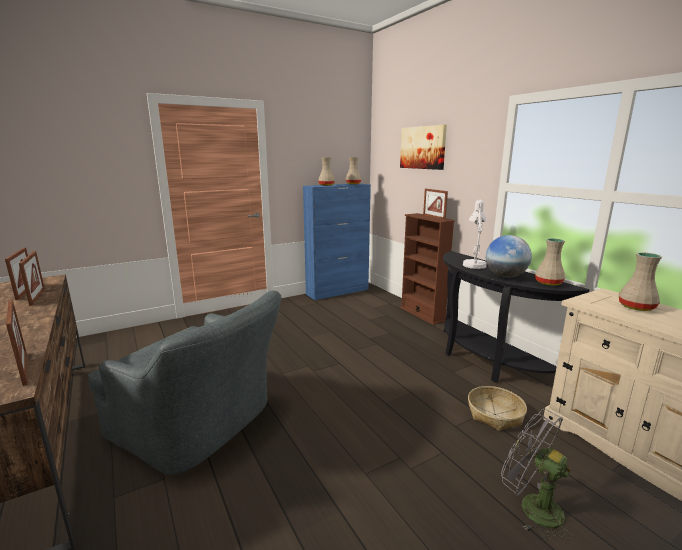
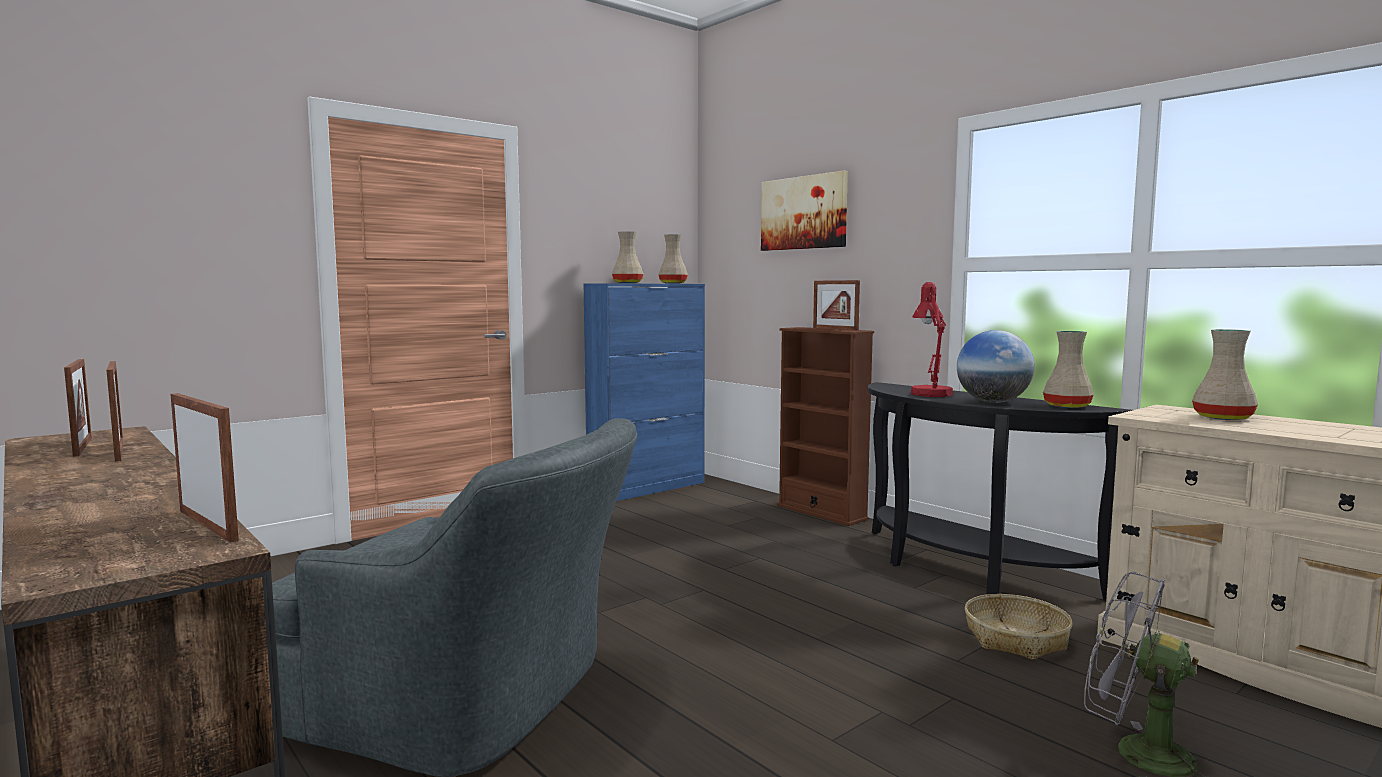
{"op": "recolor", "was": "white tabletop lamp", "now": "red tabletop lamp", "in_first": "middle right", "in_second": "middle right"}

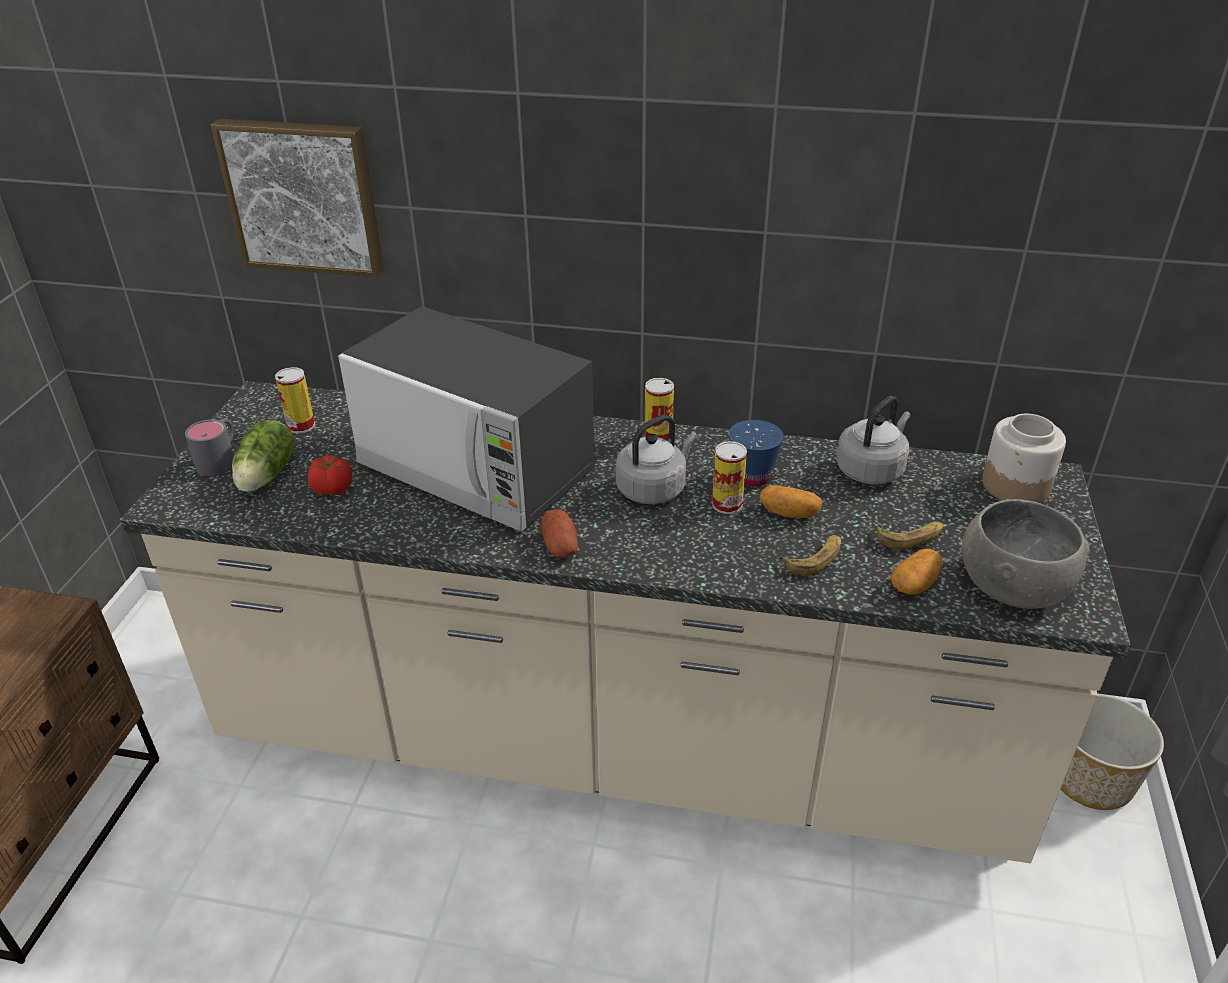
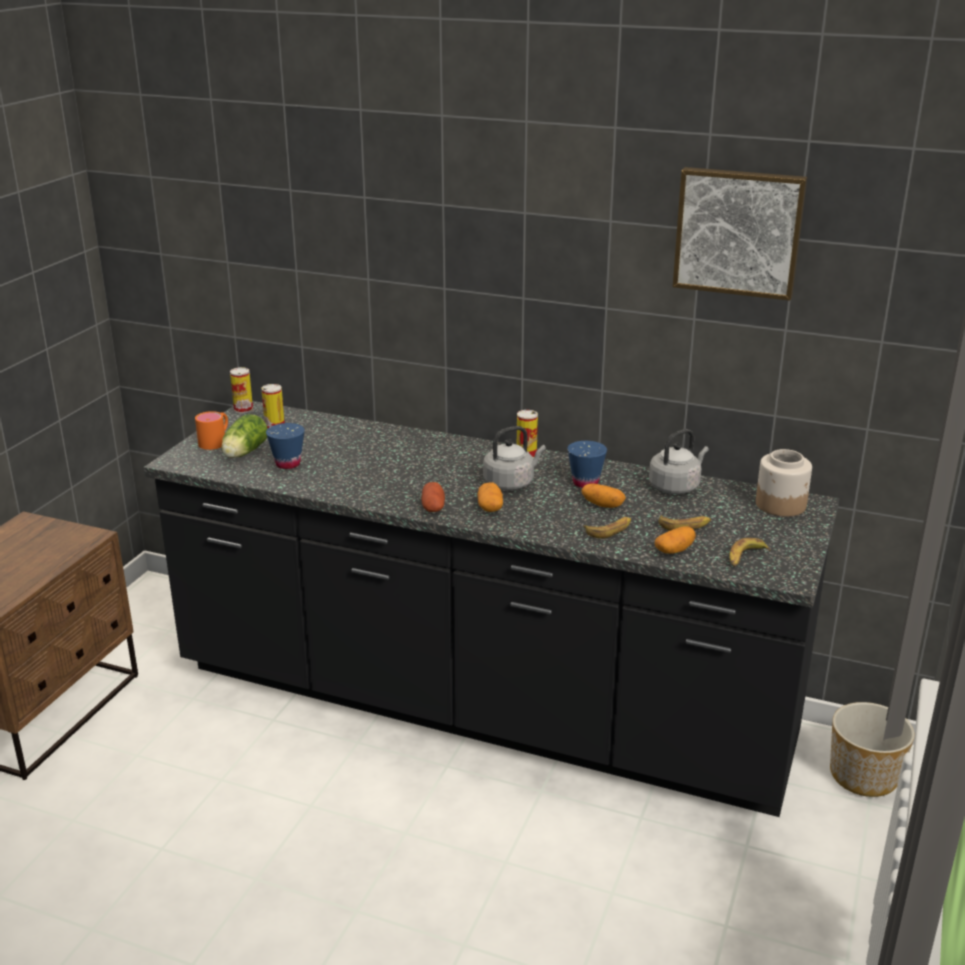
{"op": "delete", "was": "microwave", "in_first": "centre"}
{"op": "insert", "now": "spud (2nd from left)", "in_second": "centre"}
{"op": "move", "was": "picture", "in_first": "top left", "in_second": "top right"}
{"op": "move", "was": "metal can (3rd from left in the first image)", "now": "metal can (1st from left)", "in_first": "centre", "in_second": "middle left"}
{"op": "replace", "was": "tomato", "now": "blue-coloured drinking cup (1st from left)", "in_first": "middle left", "in_second": "middle left"}
{"op": "replace", "was": "grey serving bowl", "now": "banana (3rd from left)", "in_first": "middle right", "in_second": "middle right"}
{"op": "recolor", "was": "beige-coloured kitchen counter", "now": "blackish kitchen counter", "in_first": "centre", "in_second": "centre"}
{"op": "recolor", "was": "grey mug", "now": "orange mug", "in_first": "middle left", "in_second": "middle left"}

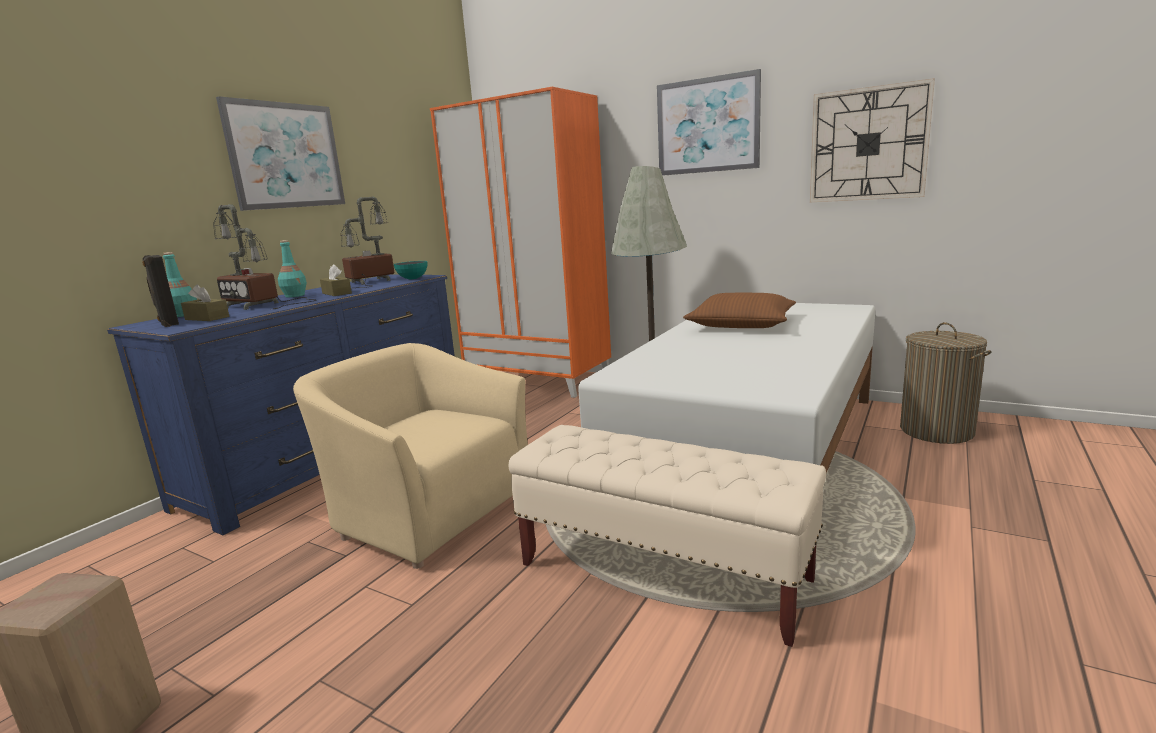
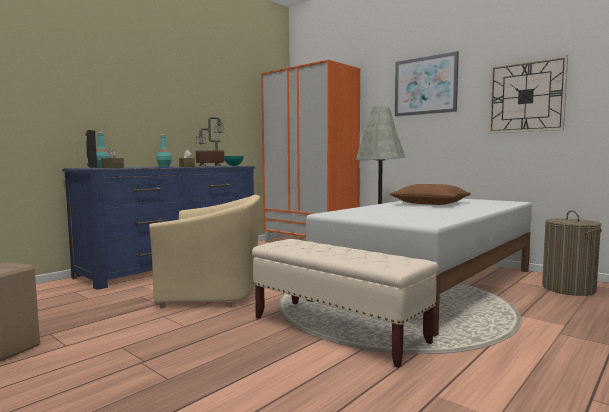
{"op": "delete", "was": "tabletop lamp (1st from left)", "in_first": "middle left"}
{"op": "delete", "was": "picture (1st from left)", "in_first": "top left"}
{"op": "rotate", "was": "beige-coloured armchair", "in_first": "centre", "in_second": "centre", "clockwise": 135}

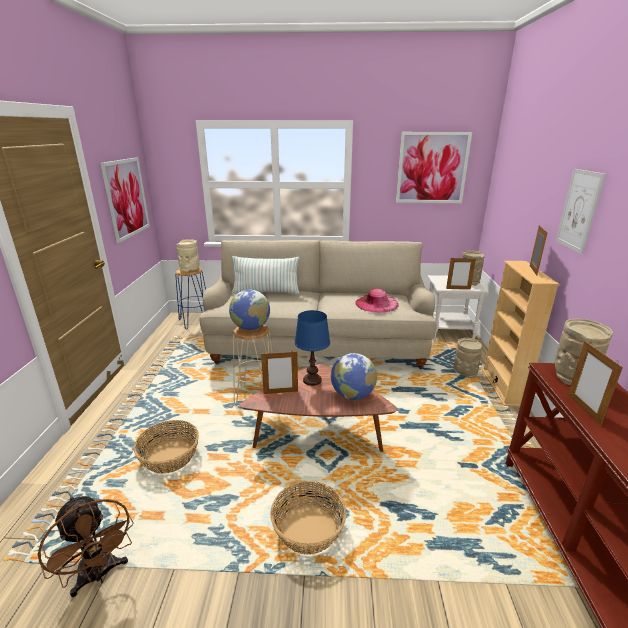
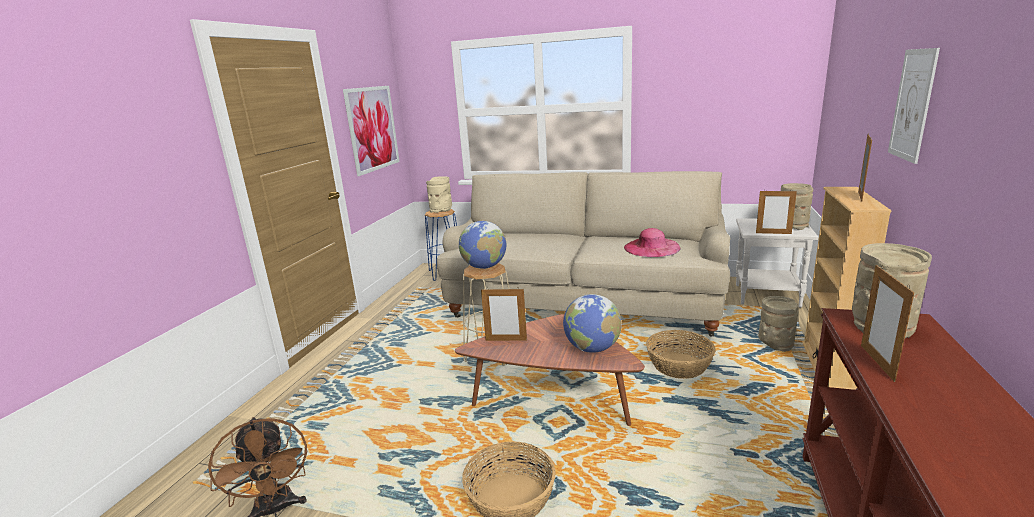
{"op": "delete", "was": "cushion", "in_first": "centre"}
{"op": "delete", "was": "blue-coloured tabletop lamp", "in_first": "centre"}
{"op": "delete", "was": "picture (2nd from left)", "in_first": "top right"}
{"op": "move", "was": "storage basket (1st from left in the first image)", "now": "storage basket (2nd from left)", "in_first": "bottom left", "in_second": "bottom centre"}

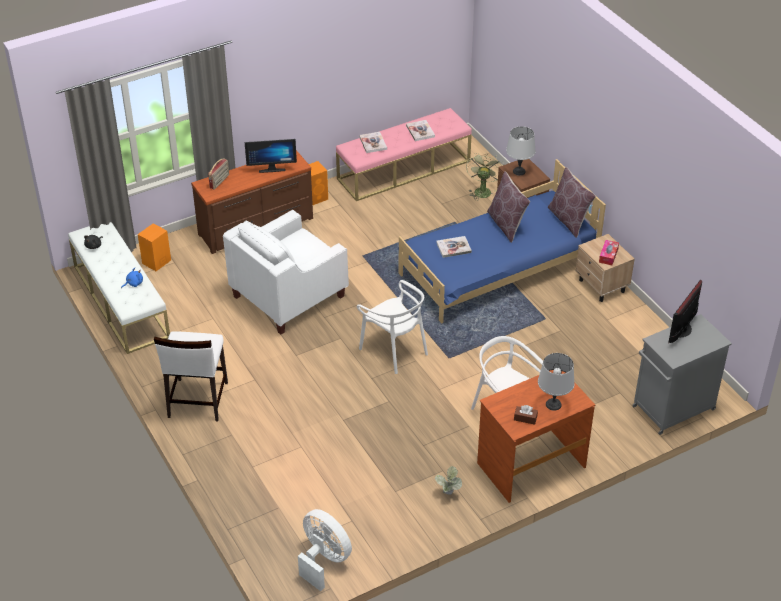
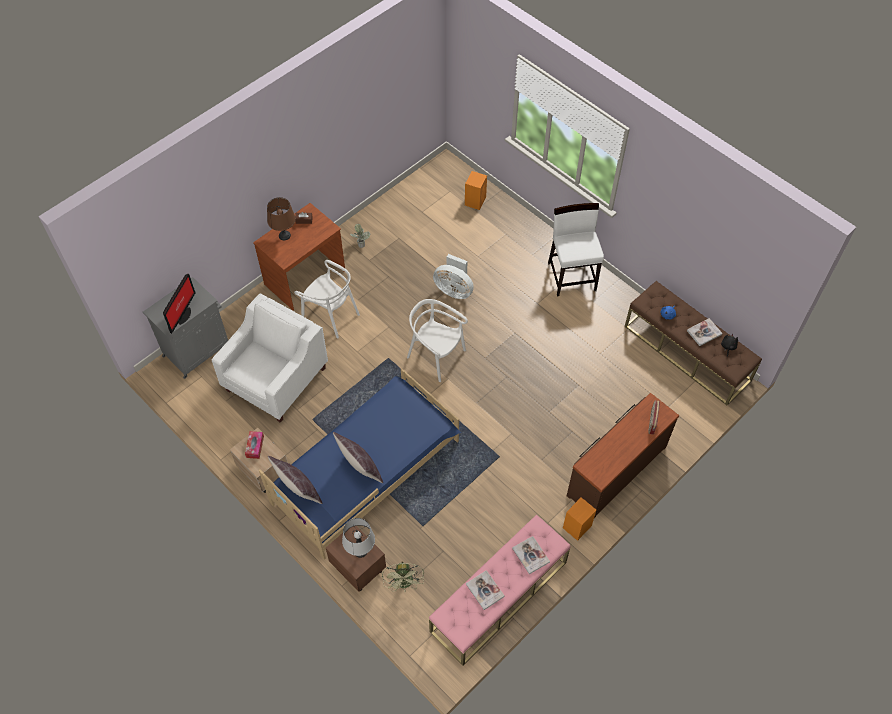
{"op": "delete", "was": "computer display (1st from left)", "in_first": "top centre"}
{"op": "move", "was": "orange audio speaker (1st from left)", "in_first": "middle left", "in_second": "top centre"}
{"op": "move", "was": "white armchair", "in_first": "centre", "in_second": "middle left"}
{"op": "move", "was": "white electric fan", "in_first": "bottom centre", "in_second": "centre"}
{"op": "move", "was": "volume (3rd from left)", "in_first": "centre", "in_second": "middle right"}
{"op": "recolor", "was": "white bench", "now": "brown bench", "in_first": "middle left", "in_second": "middle right"}
{"op": "recolor", "was": "grey tabletop lamp (2nd from left)", "now": "brown tabletop lamp", "in_first": "middle right", "in_second": "top left"}

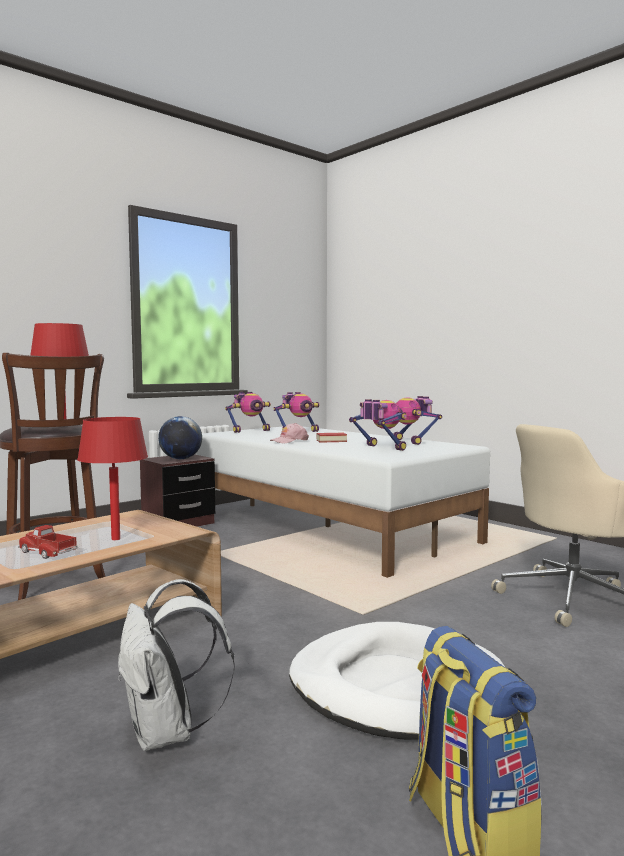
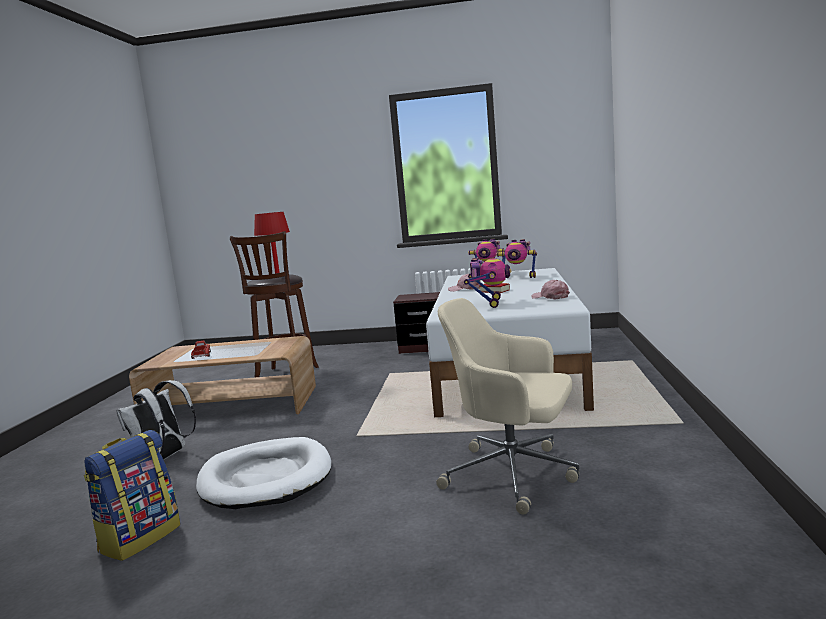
{"op": "delete", "was": "red tabletop lamp (2nd from left)", "in_first": "middle left"}
{"op": "delete", "was": "desk globe", "in_first": "middle left"}
{"op": "replace", "was": "toy robot (4th from left)", "now": "pinkish baseball cap (2nd from left)", "in_first": "middle right", "in_second": "centre"}

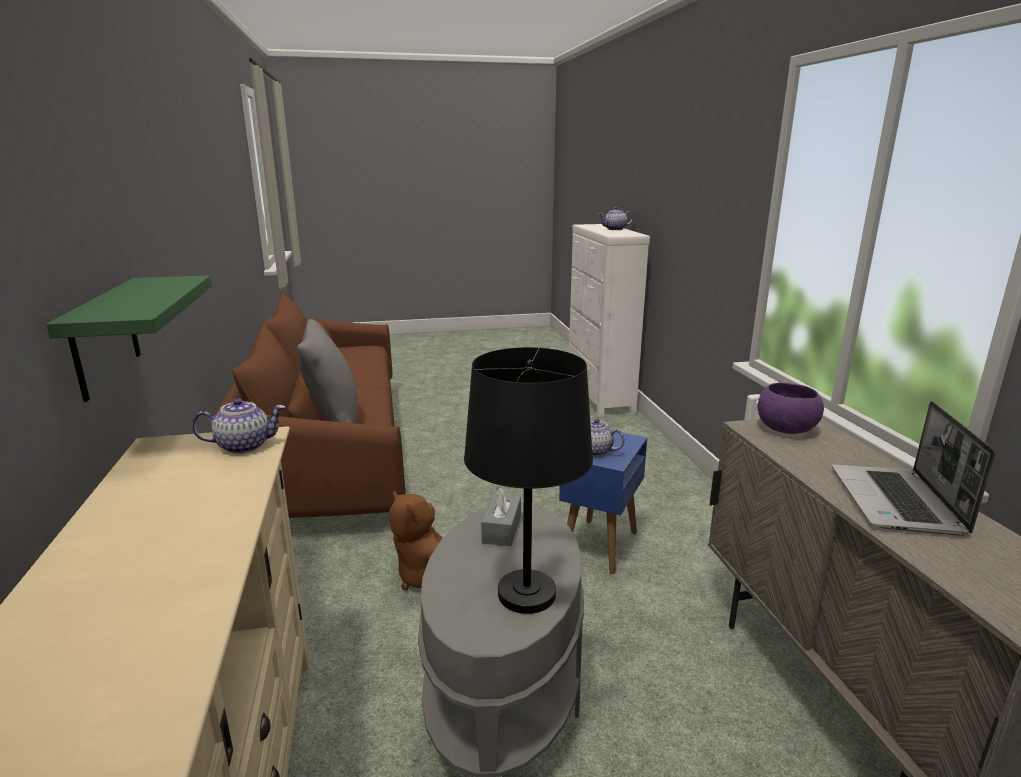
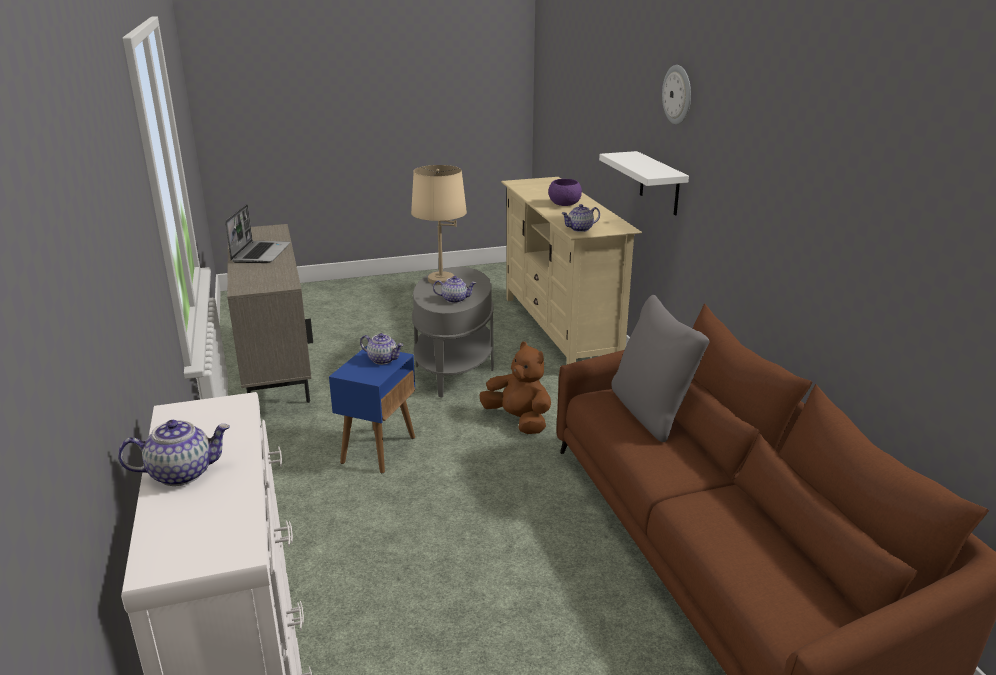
{"op": "insert", "now": "hanging clock", "in_second": "top right"}
{"op": "move", "was": "purple-coloured serving bowl", "in_first": "middle right", "in_second": "top centre"}
{"op": "replace", "was": "grey tissue holder", "now": "tea pot (3rd from left)", "in_first": "centre", "in_second": "centre"}
{"op": "recolor", "was": "green-coloured wall shelf", "now": "white wall shelf", "in_first": "middle left", "in_second": "top centre"}
{"op": "recolor", "was": "blackish tabletop lamp", "now": "beige-coloured tabletop lamp", "in_first": "centre", "in_second": "centre"}

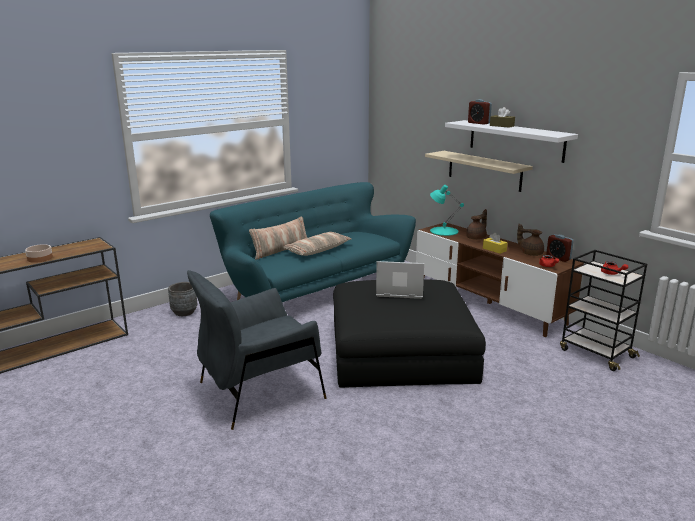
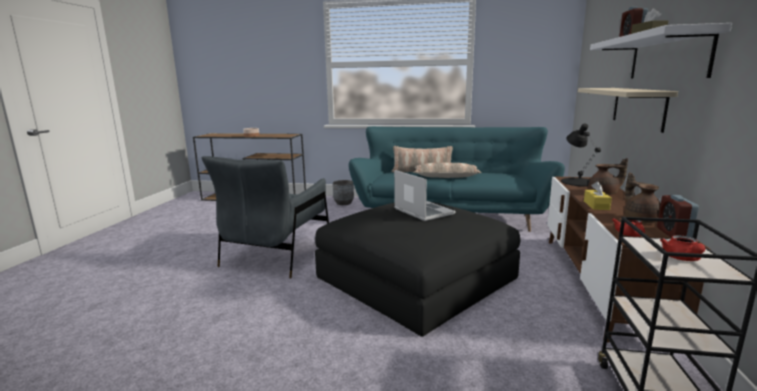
{"op": "recolor", "was": "blue-green tabletop lamp", "now": "blackish tabletop lamp", "in_first": "centre", "in_second": "middle right"}
{"op": "rotate", "was": "grey armchair", "in_first": "bottom centre", "in_second": "centre", "clockwise": -90}

